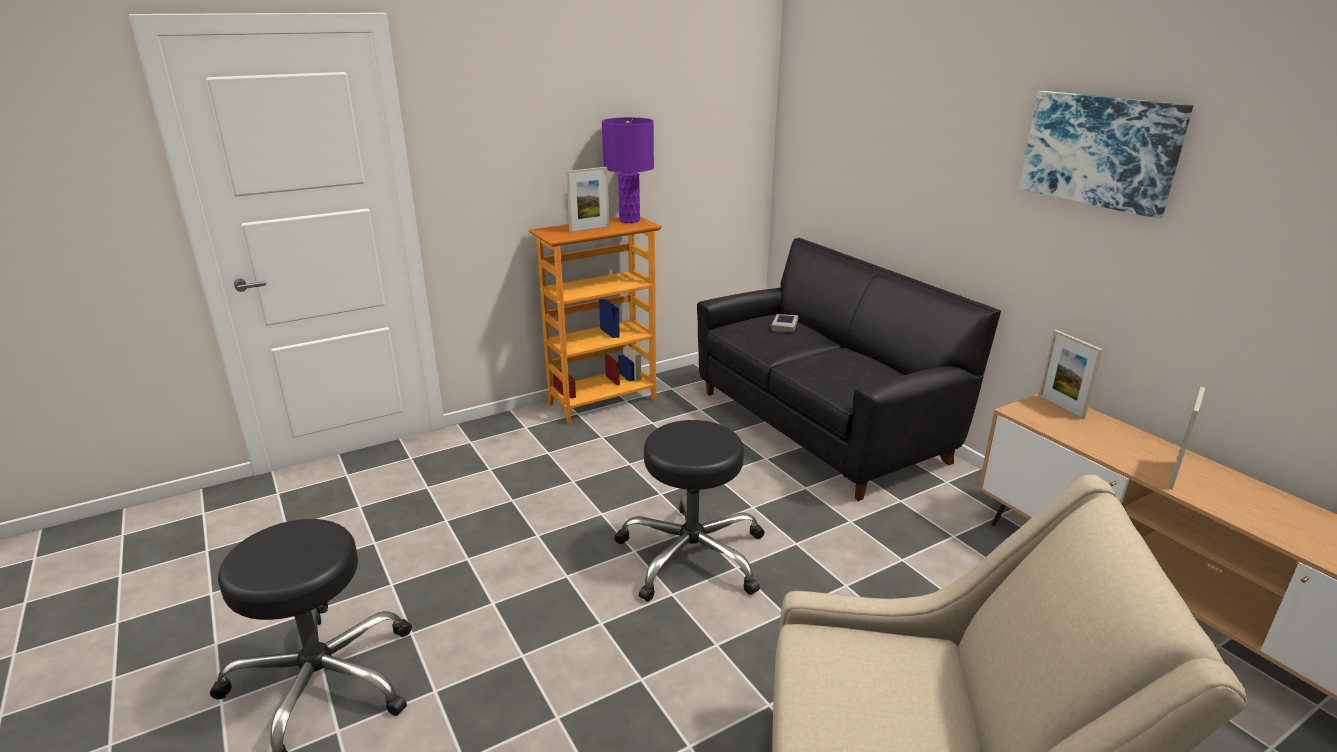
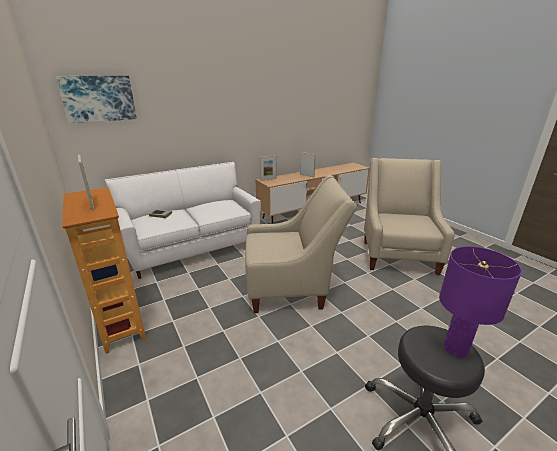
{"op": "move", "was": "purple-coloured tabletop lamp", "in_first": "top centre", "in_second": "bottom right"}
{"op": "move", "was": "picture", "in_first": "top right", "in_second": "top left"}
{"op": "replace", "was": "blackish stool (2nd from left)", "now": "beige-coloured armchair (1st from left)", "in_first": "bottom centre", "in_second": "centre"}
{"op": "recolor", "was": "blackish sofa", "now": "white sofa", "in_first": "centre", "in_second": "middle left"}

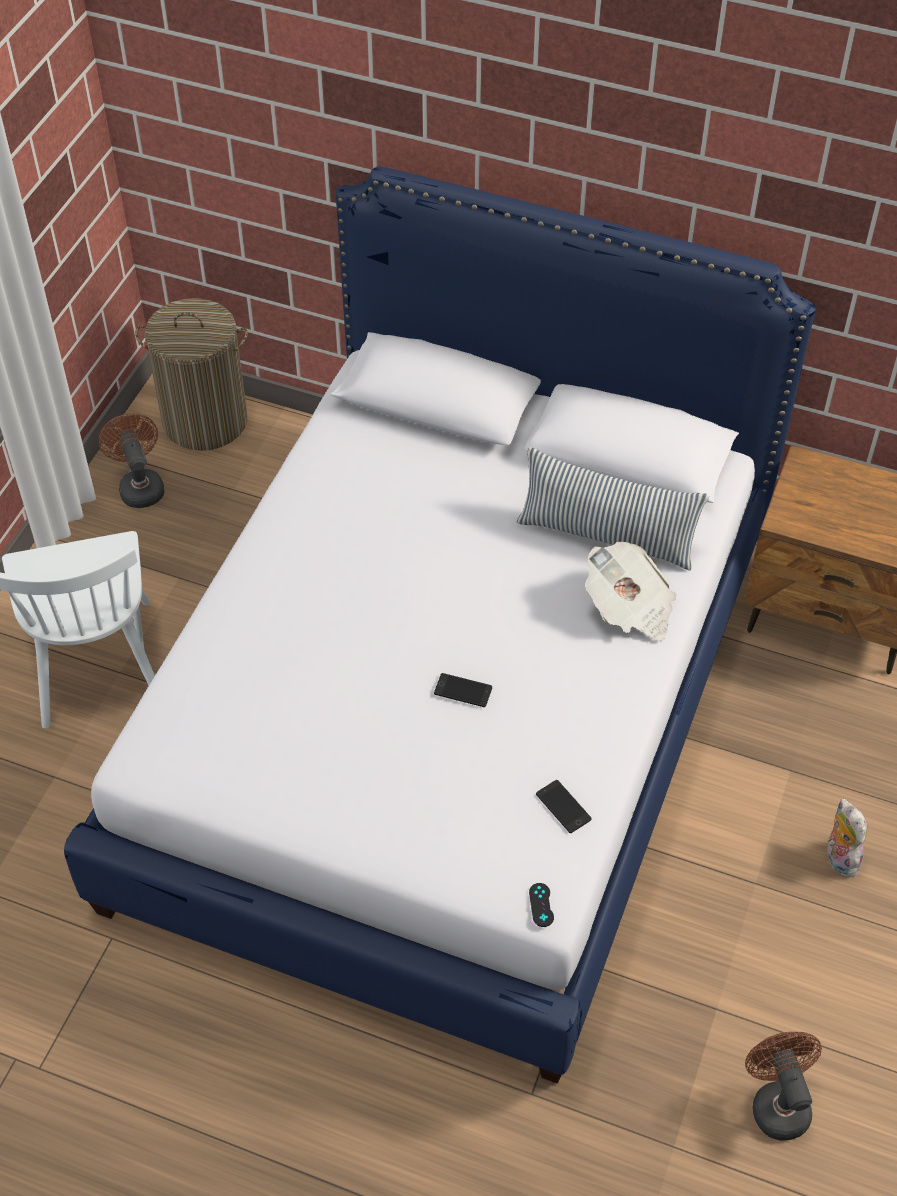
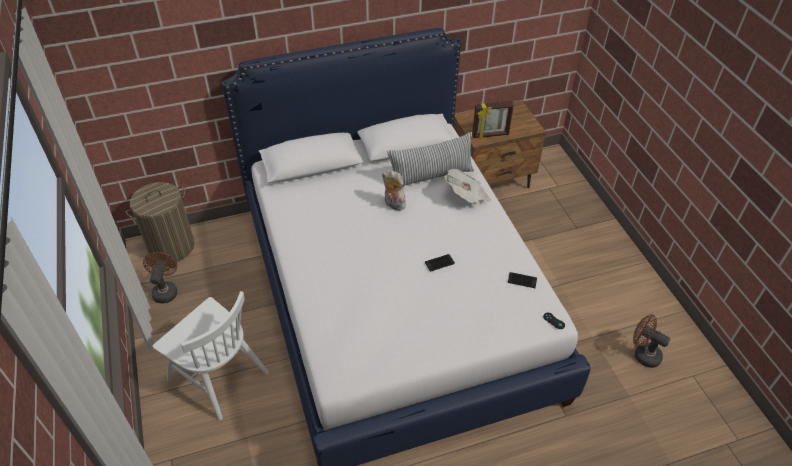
{"op": "insert", "now": "standing frame", "in_second": "top centre"}
{"op": "move", "was": "soft toy", "in_first": "bottom right", "in_second": "centre"}
{"op": "rotate", "was": "brown electric fan (1st from left)", "in_first": "middle left", "in_second": "middle left", "clockwise": 60}

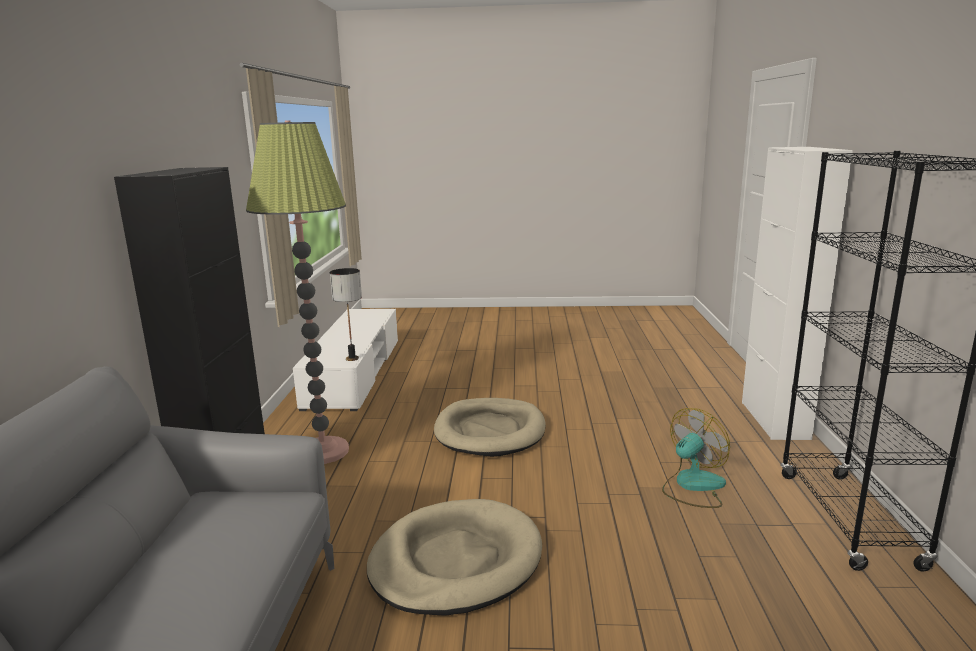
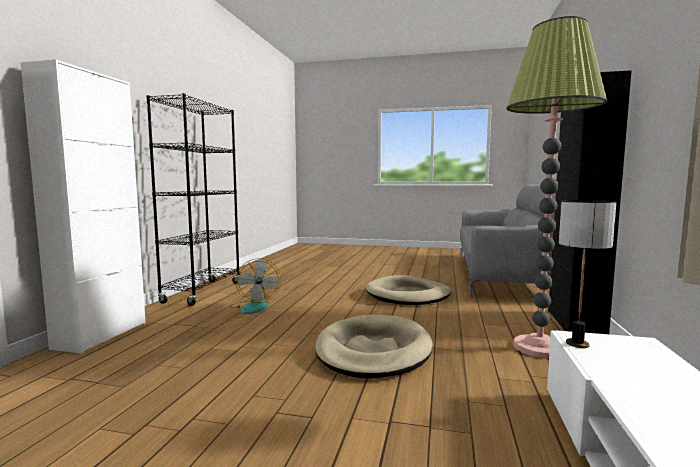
{"op": "rotate", "was": "electric fan", "in_first": "bottom right", "in_second": "centre", "clockwise": -75}

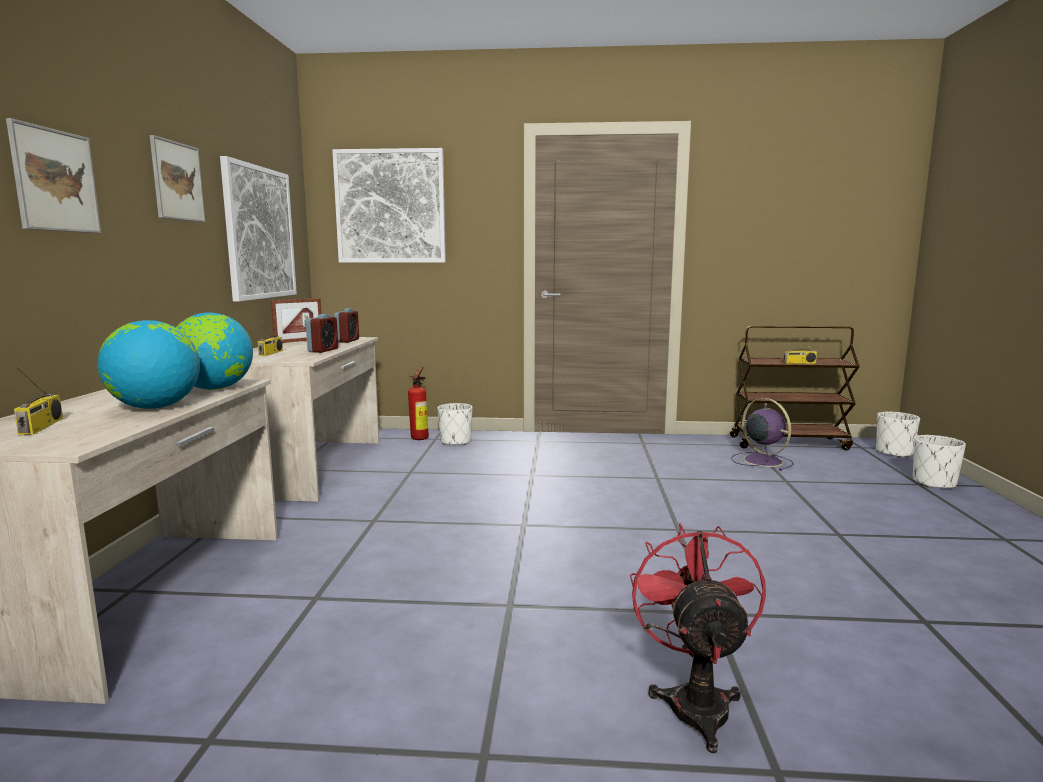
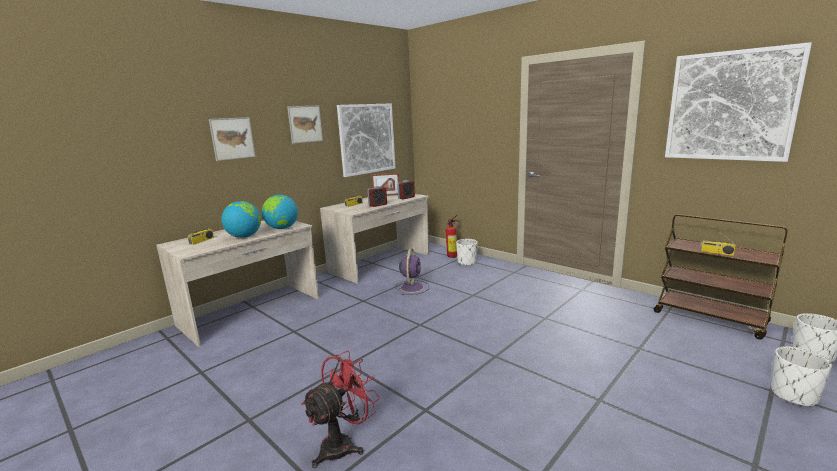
{"op": "move", "was": "picture (4th from left)", "in_first": "top centre", "in_second": "top right"}
{"op": "move", "was": "purple-coloured electric fan", "in_first": "middle right", "in_second": "centre"}

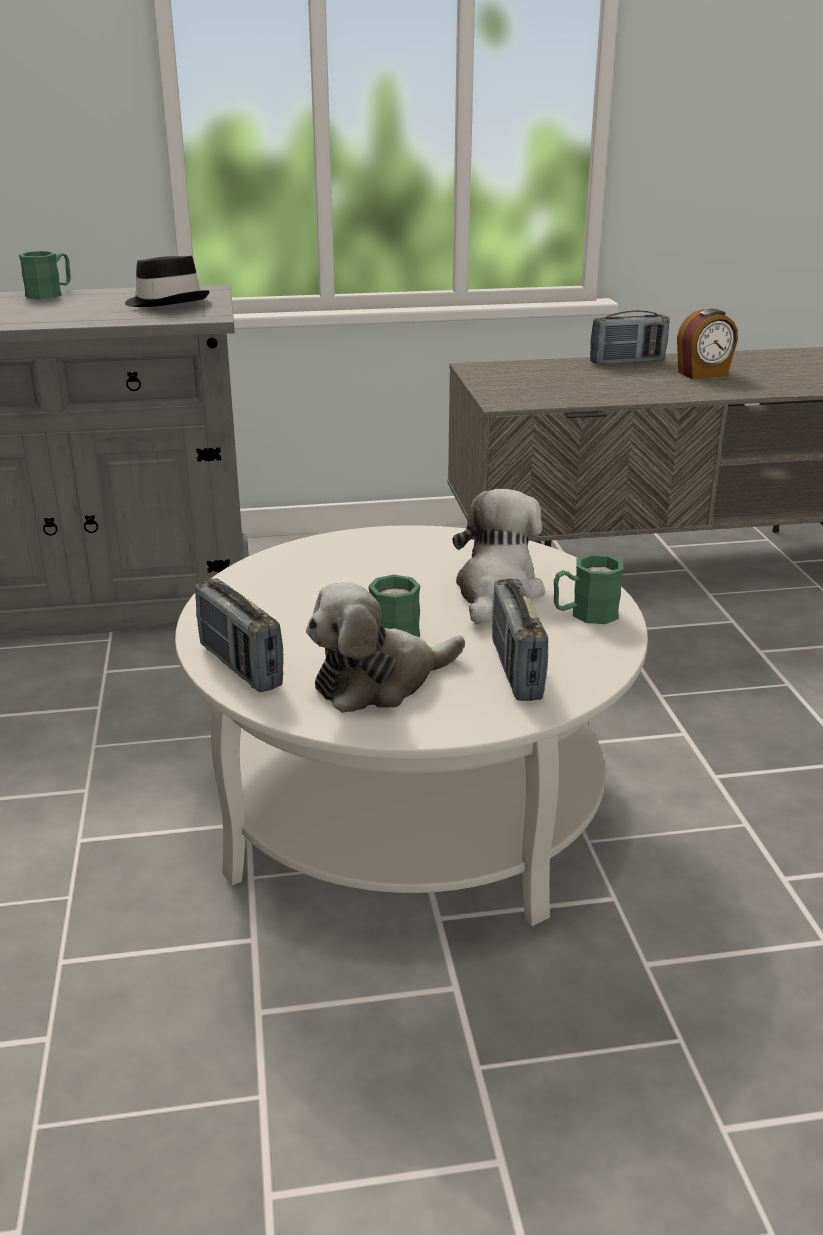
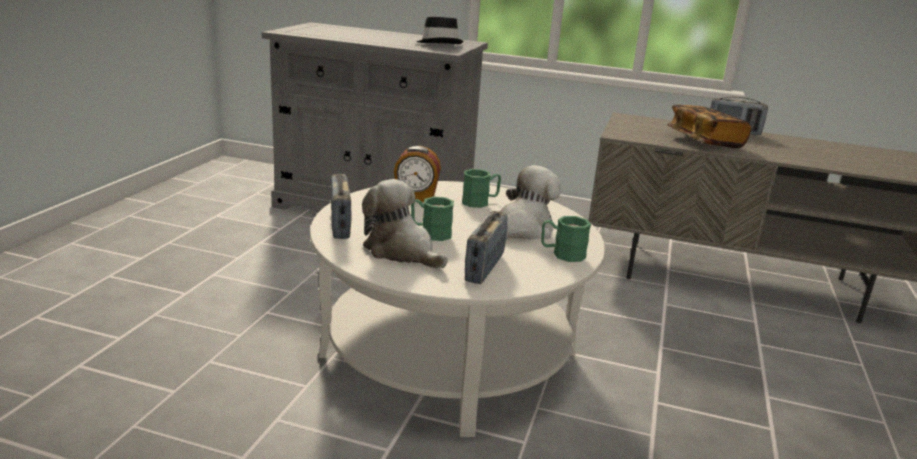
{"op": "insert", "now": "volume", "in_second": "top right"}
{"op": "move", "was": "green-coloured mug (1st from left in the first image)", "now": "green-coloured mug (2nd from left)", "in_first": "top left", "in_second": "centre"}
{"op": "move", "was": "table clock", "in_first": "top right", "in_second": "centre"}
{"op": "rotate", "was": "soft toy (1st from left)", "in_first": "centre", "in_second": "centre", "clockwise": 45}

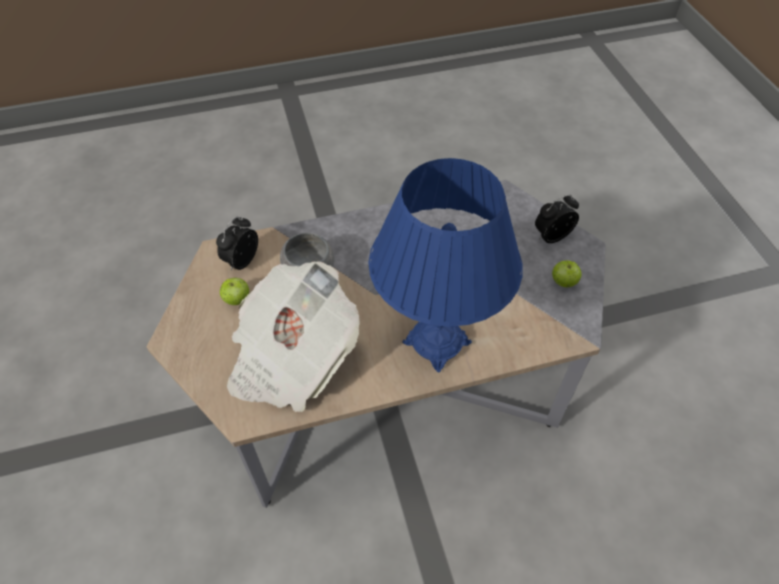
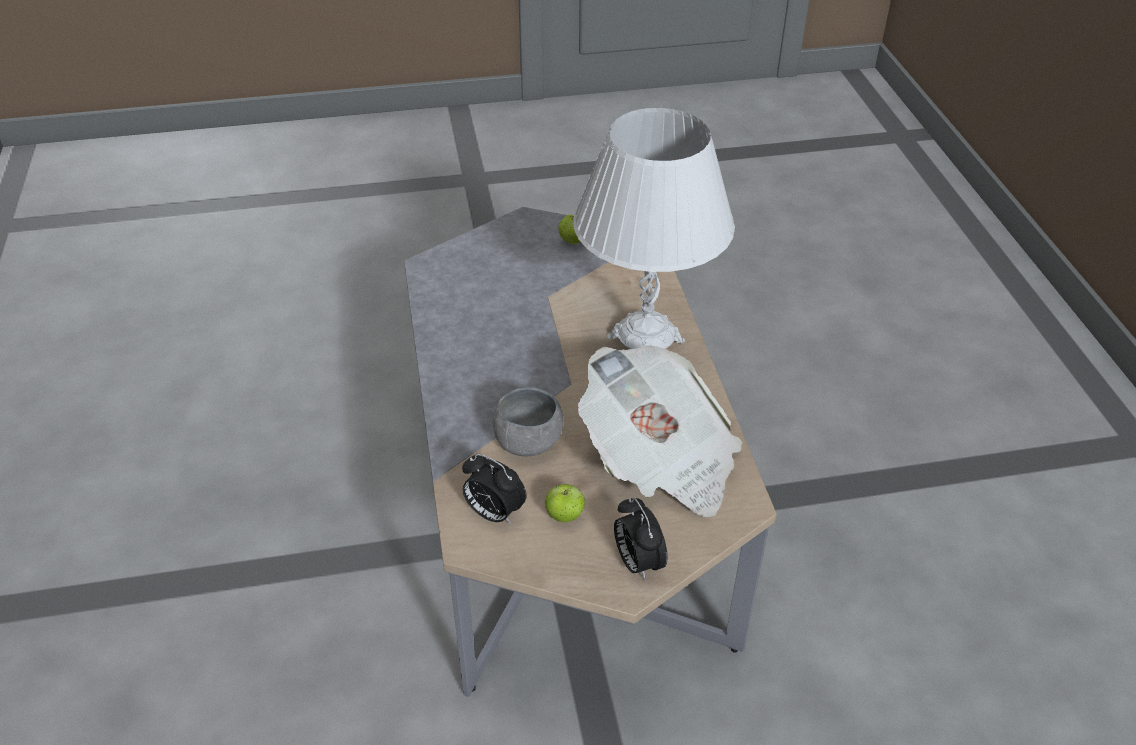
{"op": "move", "was": "table clock (2nd from left)", "in_first": "middle right", "in_second": "bottom centre"}
{"op": "recolor", "was": "blue-coloured tabletop lamp", "now": "white tabletop lamp", "in_first": "centre", "in_second": "top centre"}

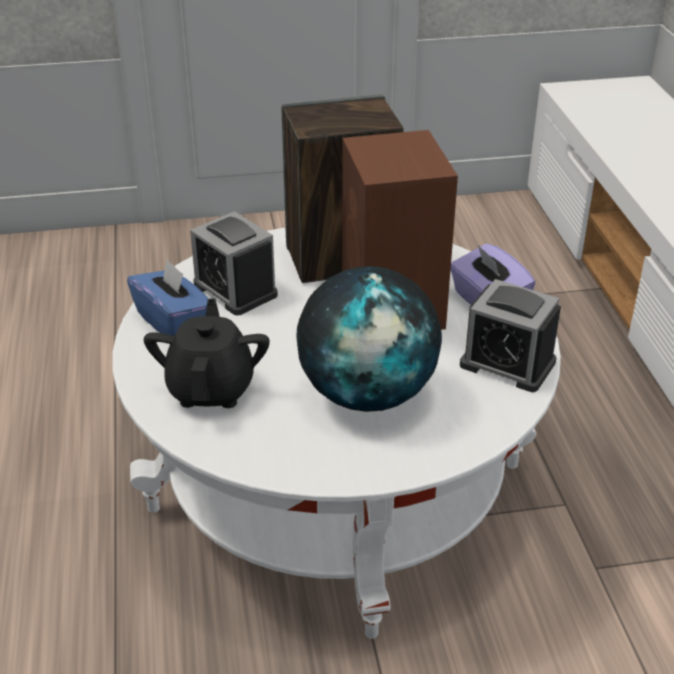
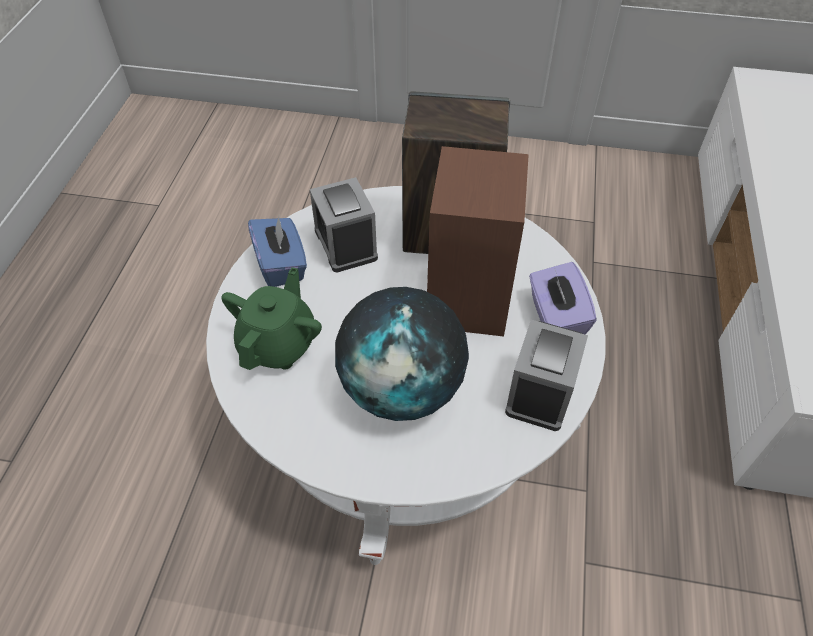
{"op": "recolor", "was": "blackish tea pot", "now": "green-coloured tea pot", "in_first": "middle left", "in_second": "centre"}
{"op": "rotate", "was": "table clock (2nd from left)", "in_first": "middle right", "in_second": "middle right", "clockwise": 60}

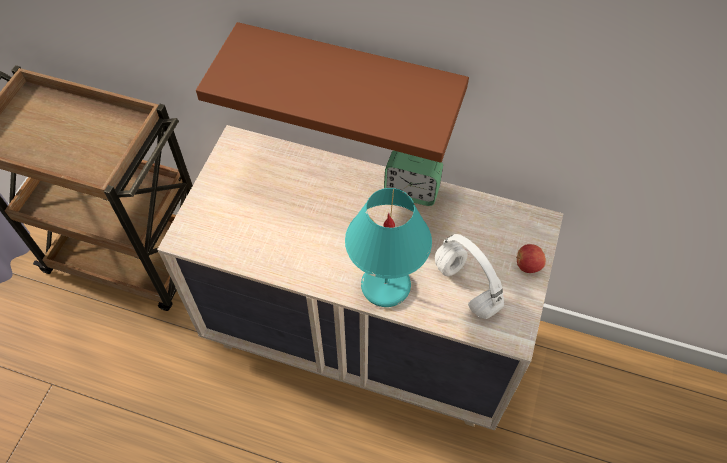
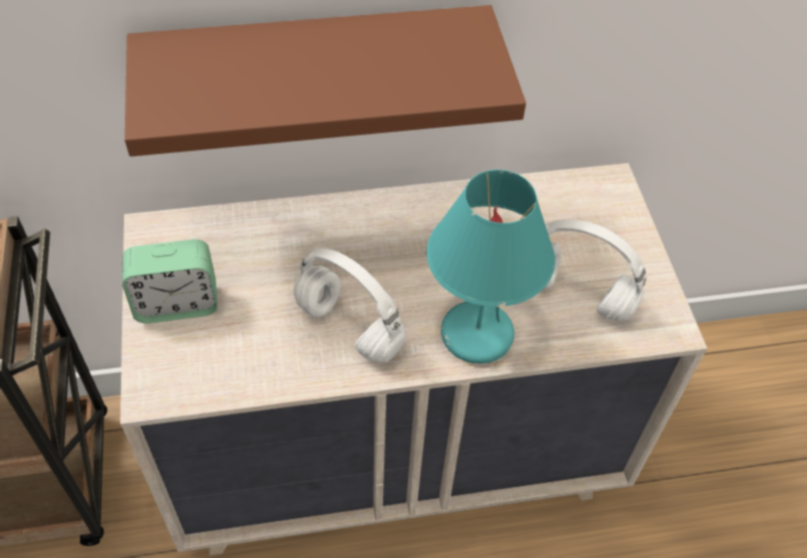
{"op": "delete", "was": "apple", "in_first": "middle right"}
{"op": "insert", "now": "white pair of headphones (1st from left)", "in_second": "centre"}
{"op": "move", "was": "table clock", "in_first": "centre", "in_second": "middle left"}

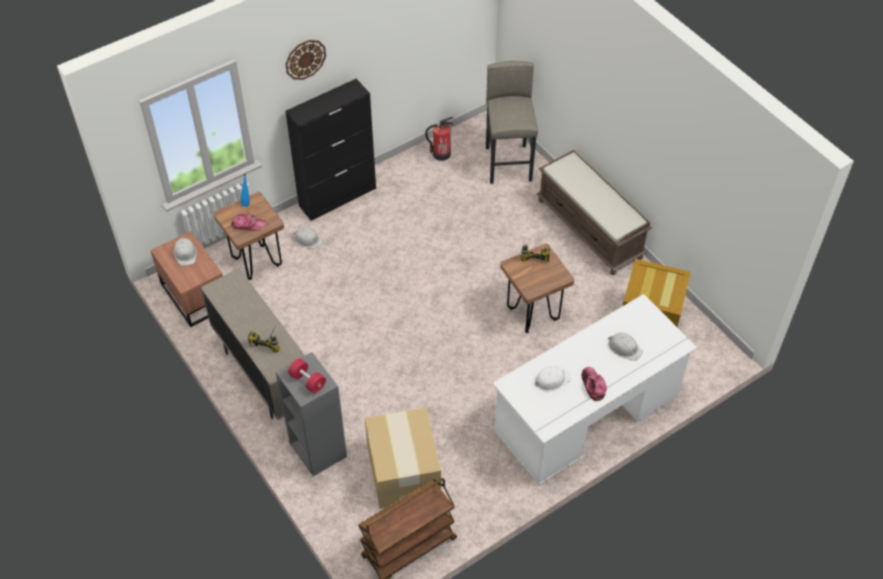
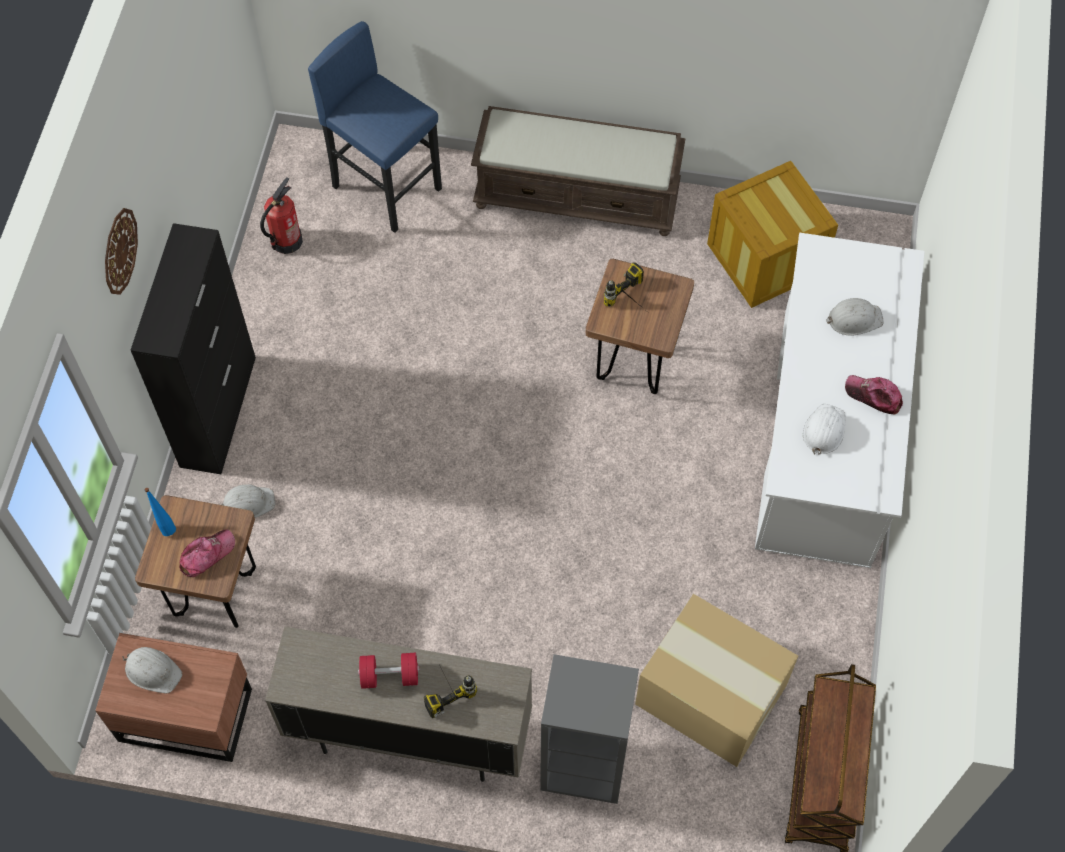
{"op": "move", "was": "red hand weight", "in_first": "centre", "in_second": "bottom centre"}
{"op": "recolor", "was": "grey stool", "now": "blue-coloured stool", "in_first": "top centre", "in_second": "top centre"}

